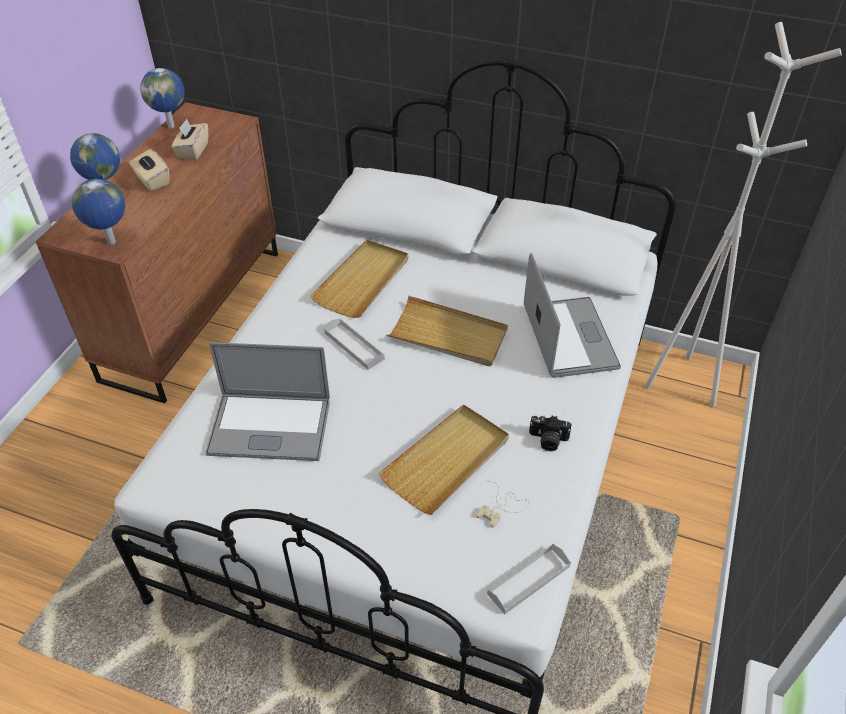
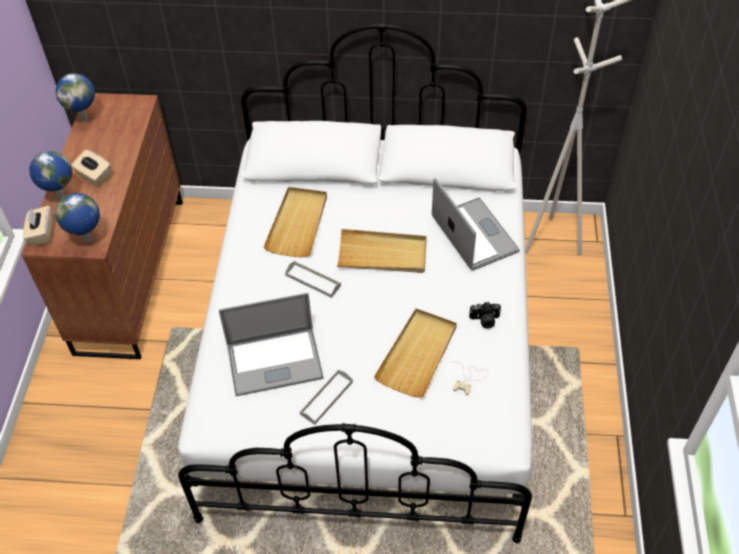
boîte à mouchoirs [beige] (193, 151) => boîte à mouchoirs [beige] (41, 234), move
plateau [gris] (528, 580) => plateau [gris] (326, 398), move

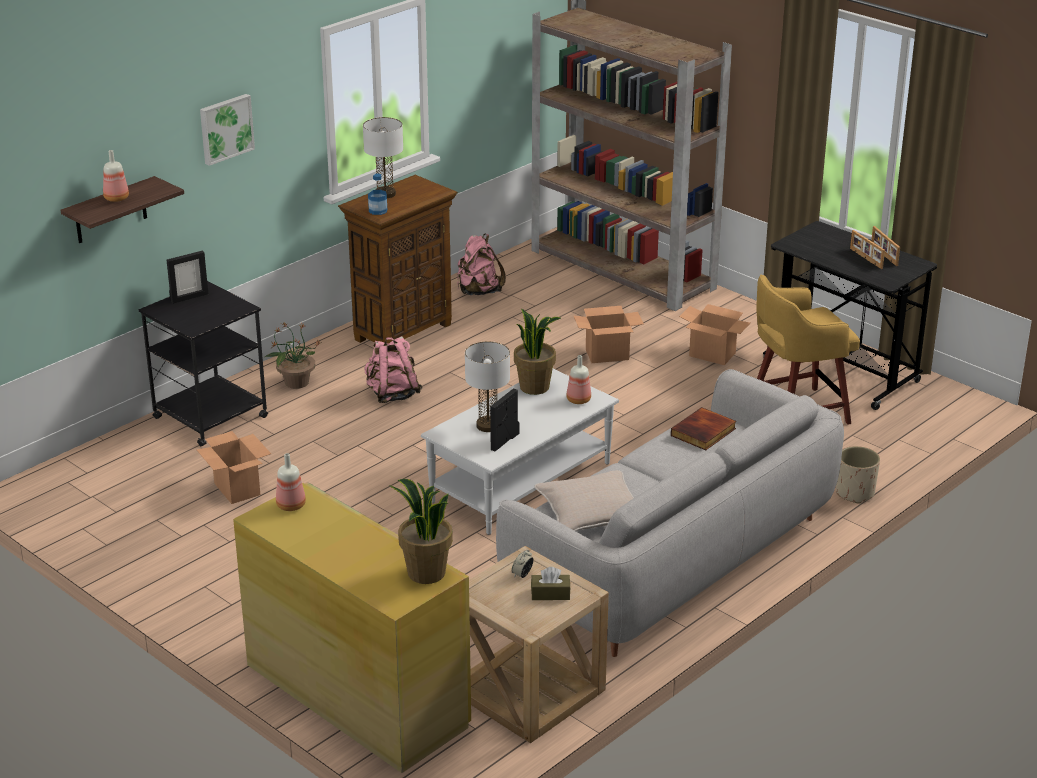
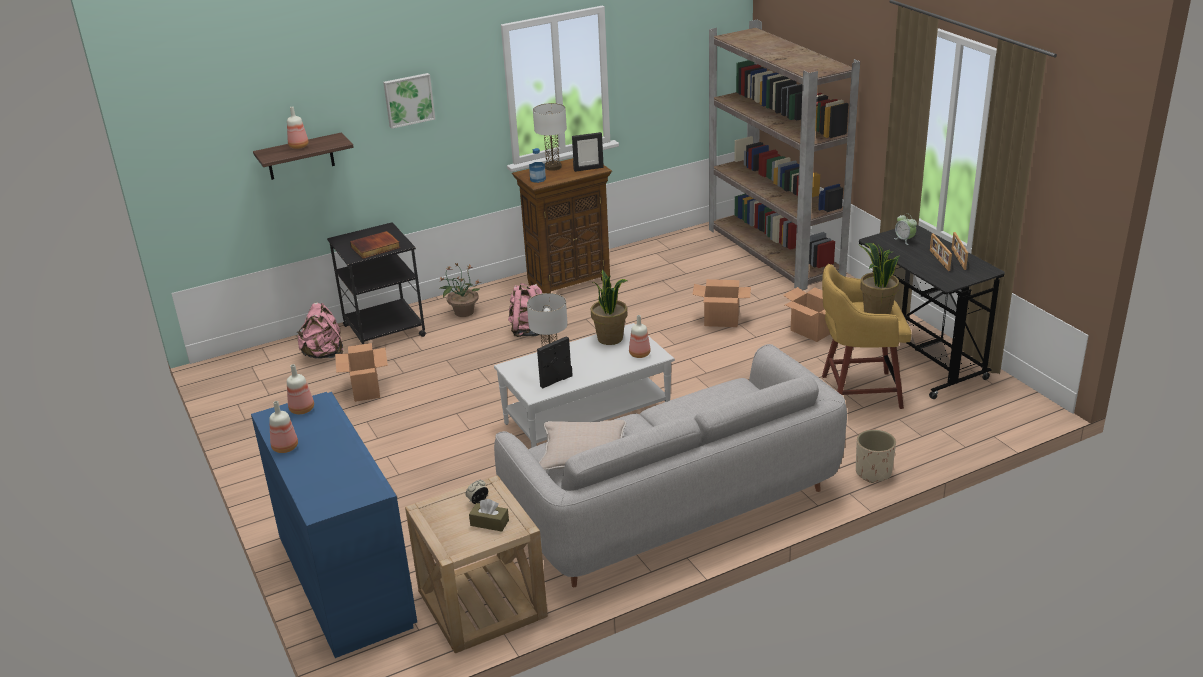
cadre photo (189, 297) => cadre photo (588, 168), move
meuble de rangement [jaune] (357, 693) => meuble de rangement [bleu] (345, 578)
plante en pot (425, 573) => plante en pot (876, 312), move
sac à dos [rose] (479, 291) => sac à dos [rose] (324, 354), move
livre (704, 432) => livre (375, 248), move
nothing => bouteille (284, 448)
nothing => réveil (904, 240)

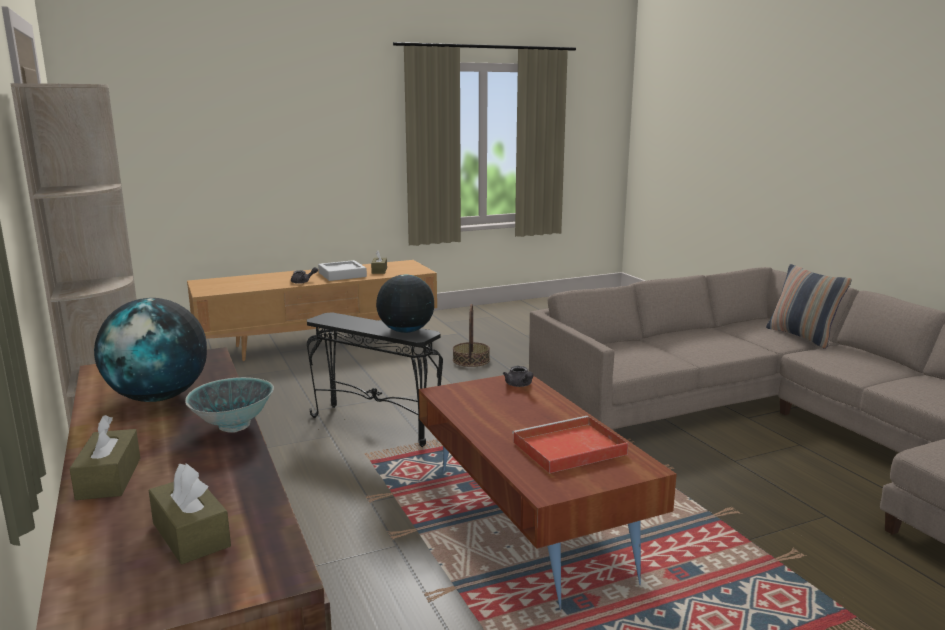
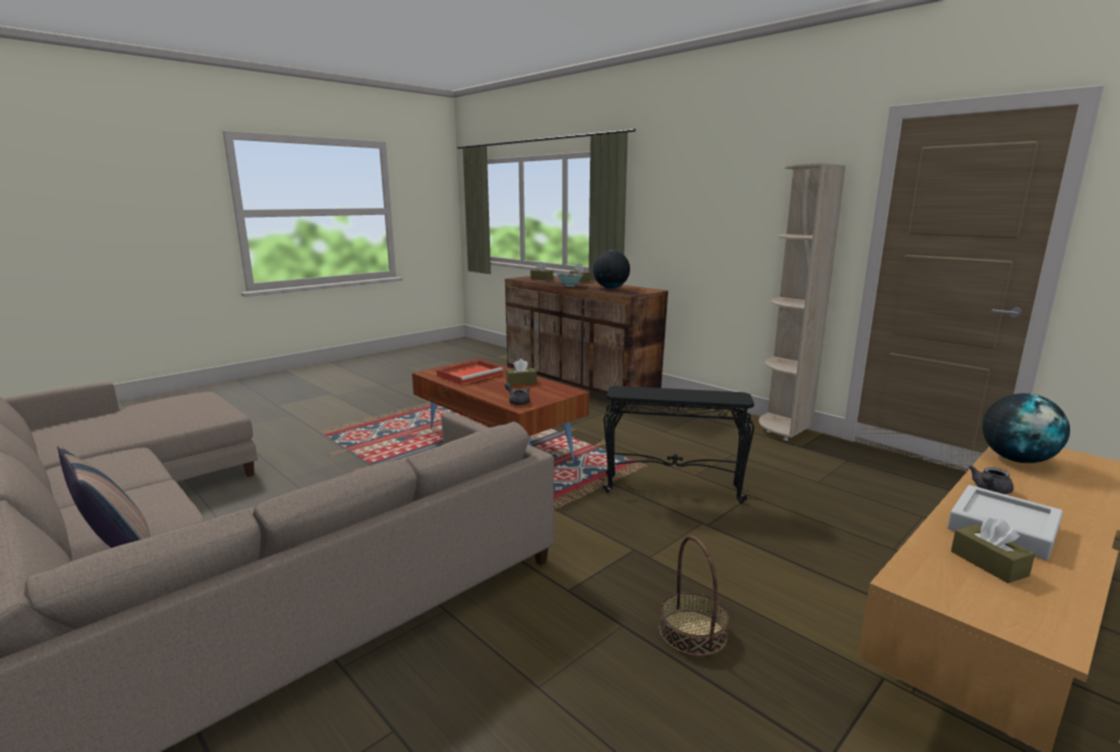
globe (405, 331) => globe (1017, 460), move
nothing => boîte à mouchoirs [marron] (521, 382)

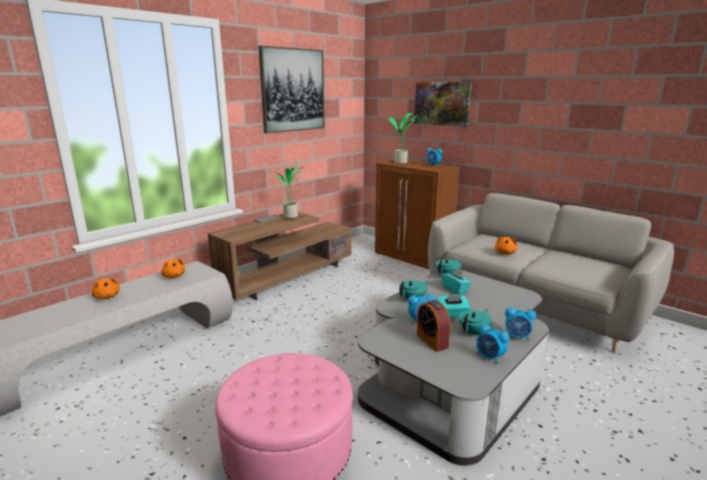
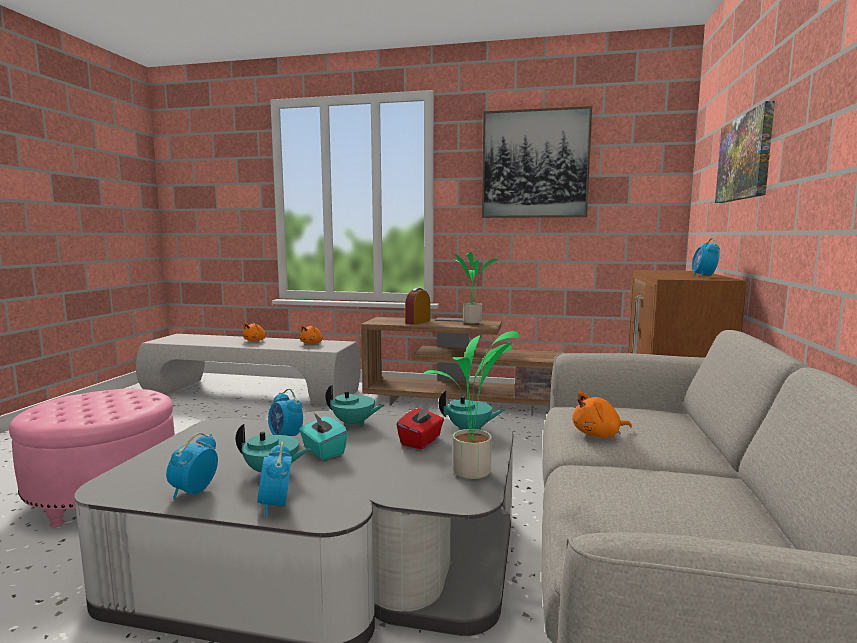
plante en pot (402, 163) => plante en pot (473, 472), move
réveil (432, 341) => réveil (417, 322), move
boîte à mouchoirs [turquoise] (455, 289) => boîte à mouchoirs [rouge] (421, 441)

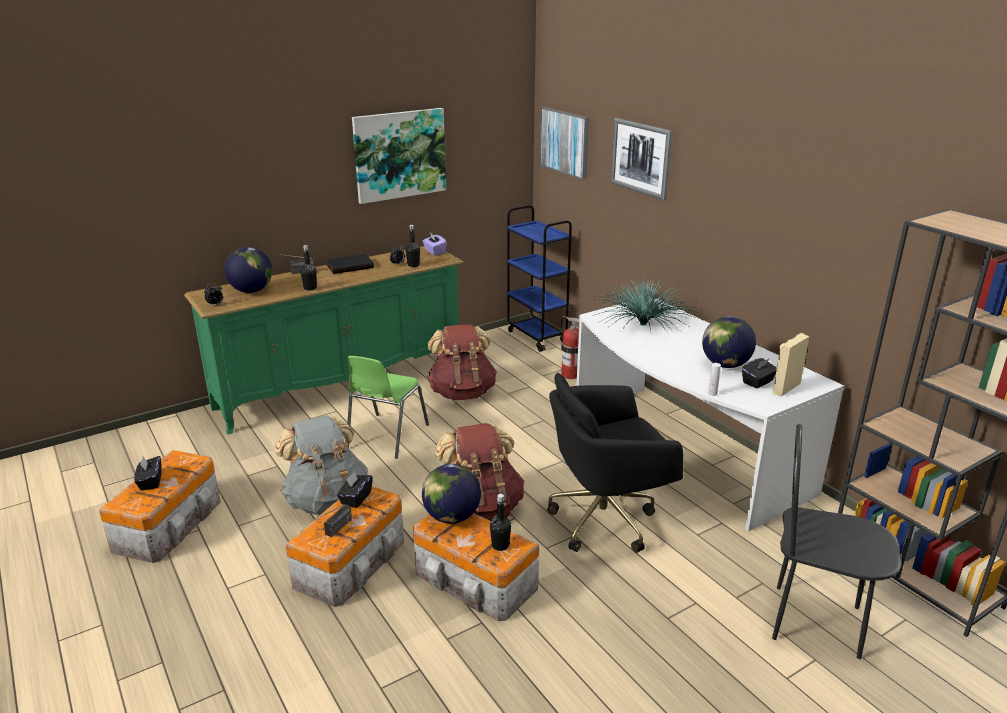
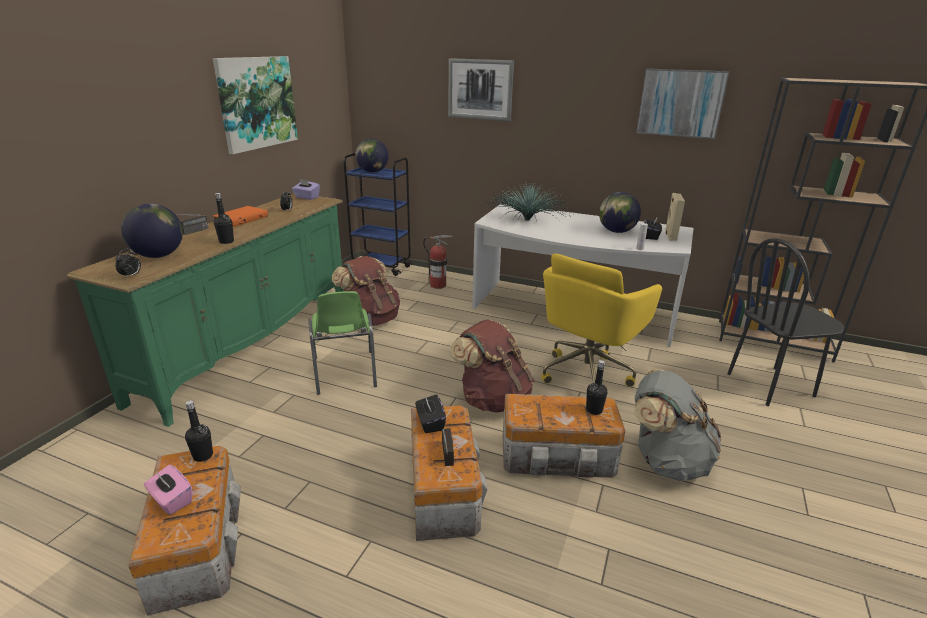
boîte à mouchoirs [noir] (150, 482) => boîte à mouchoirs [rose] (171, 500)
sac à dos [gris] (327, 500) => sac à dos [gris] (666, 461), move
livre [noir] (350, 266) => livre [orange] (240, 219)
bouteille [noir] (413, 265) => bouteille [noir] (203, 455), move
globe (451, 517) => globe (372, 172), move
tableau (565, 142) => tableau (680, 103), move
chaise de bureau [noir] (607, 521) => chaise de bureau [jaune] (587, 373)

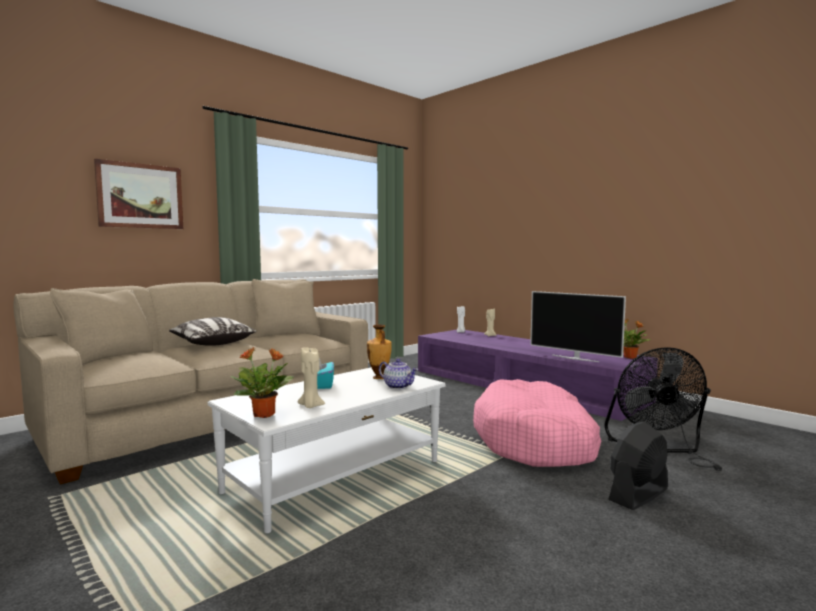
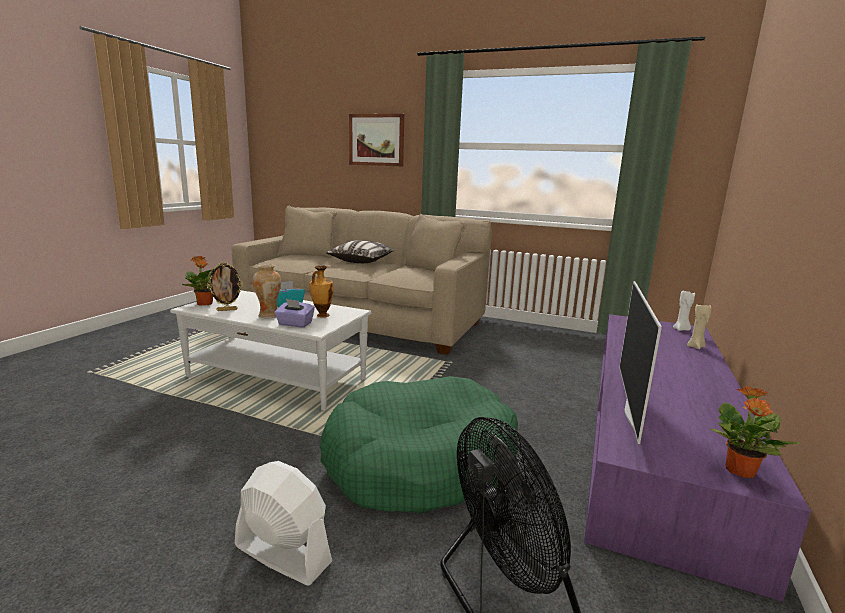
bougie [beige] (310, 406) => cadre photo (227, 310)
théière (398, 386) => boîte à mouchoirs [violet] (295, 324)
panier pour chien [rose] (535, 441) => panier pour chien [vert] (419, 462)
ventilateur [noir] (638, 494) => ventilateur [blanc] (282, 554)
nothing => vase (269, 315)

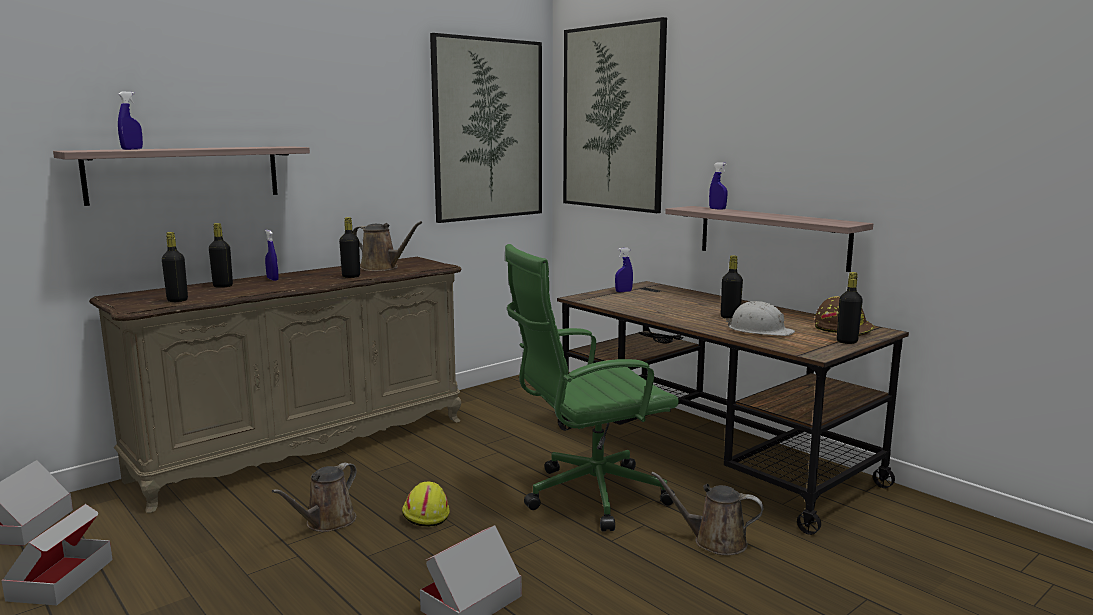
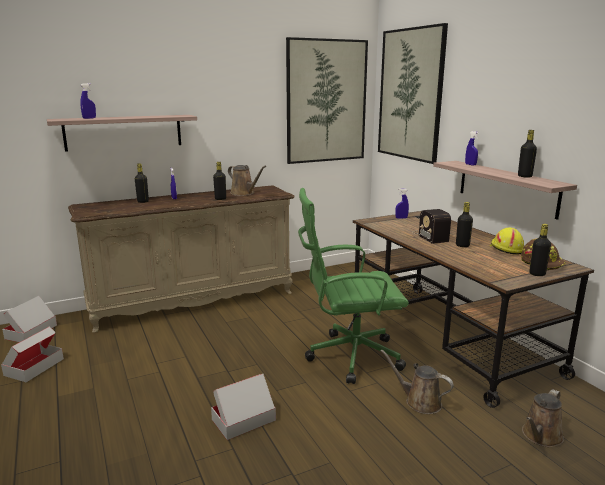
bouteille [noir] (177, 300) => bouteille [noir] (524, 176), move
arrosoir [marron] (327, 522) => arrosoir [marron] (540, 436), move
casque de chantier [jaune] (425, 514) => casque de chantier [jaune] (505, 249), move
casque de chantier [blanc] (759, 330) => nothing
nothing => radio (430, 235)

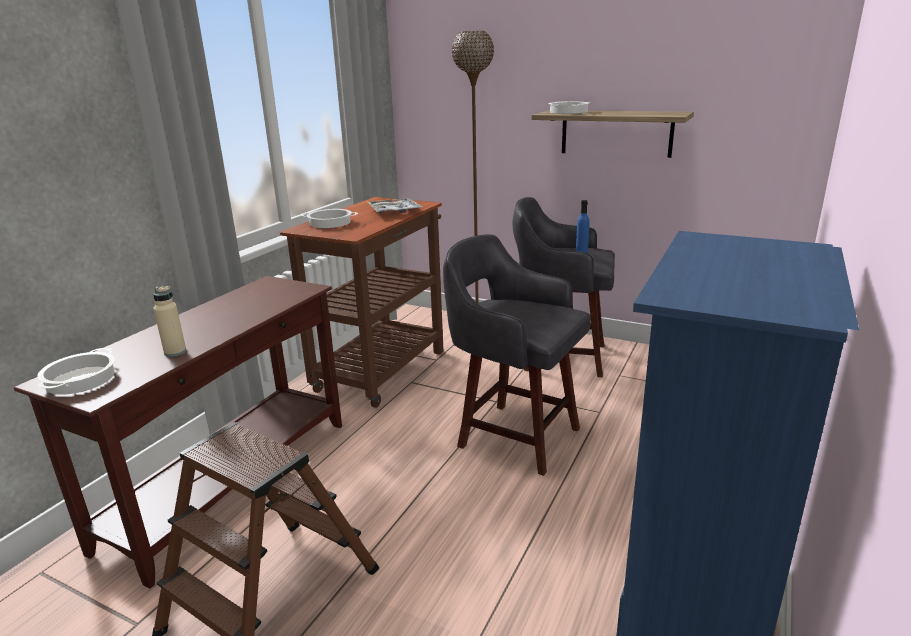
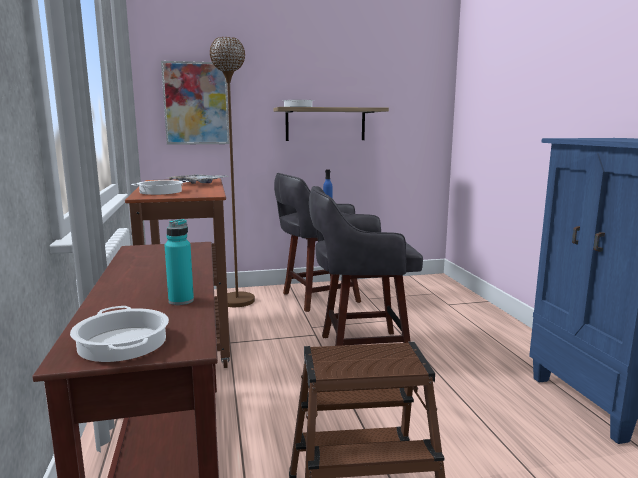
bouteille [beige] (175, 352) => bouteille [turquoise] (181, 301)
nothing => tableau (196, 103)

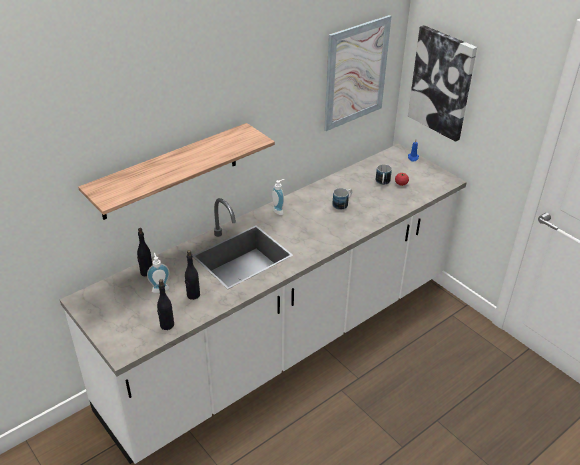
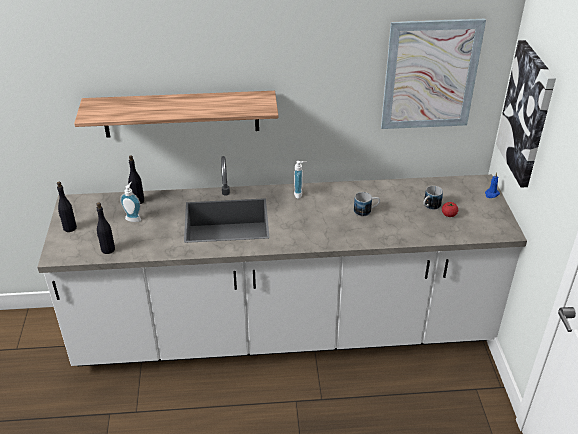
bouteille [noir] (193, 295) => bouteille [noir] (69, 228), move

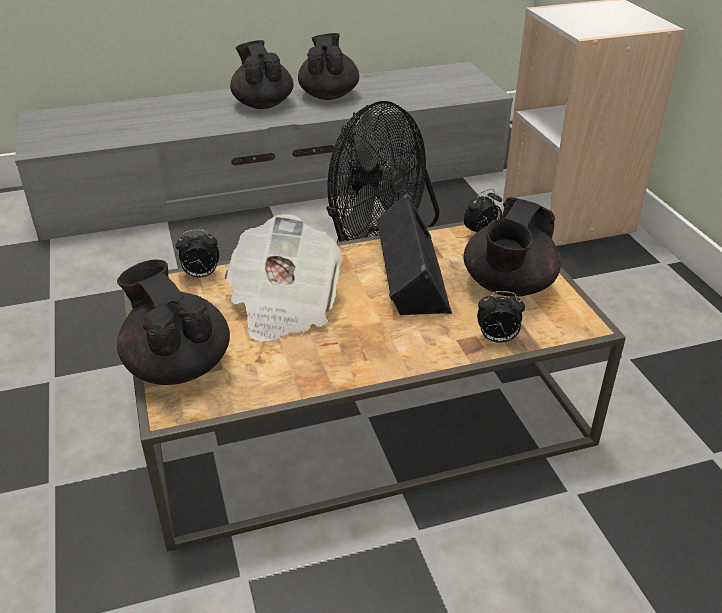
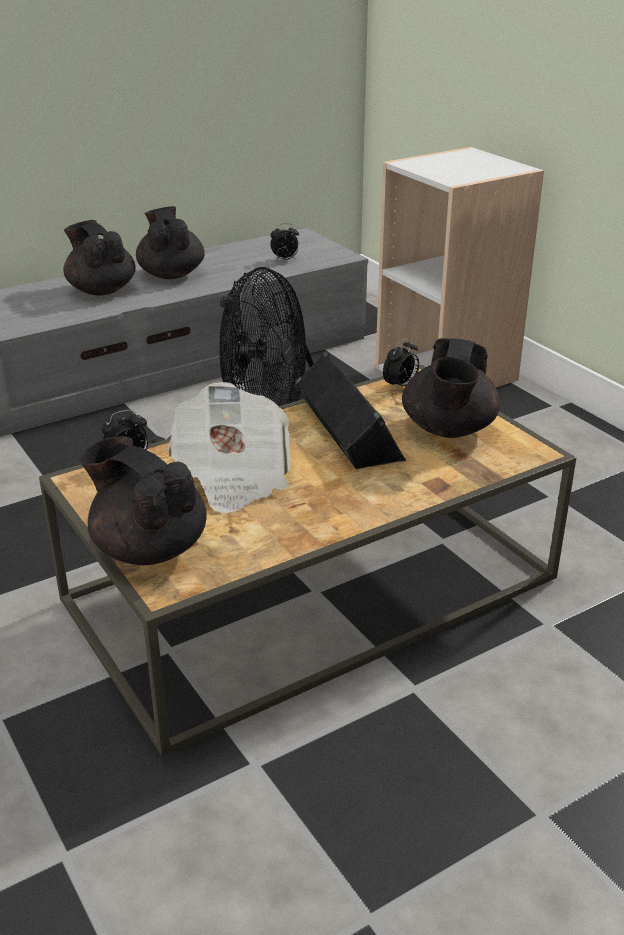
réveil (497, 339) => réveil (285, 260), move

